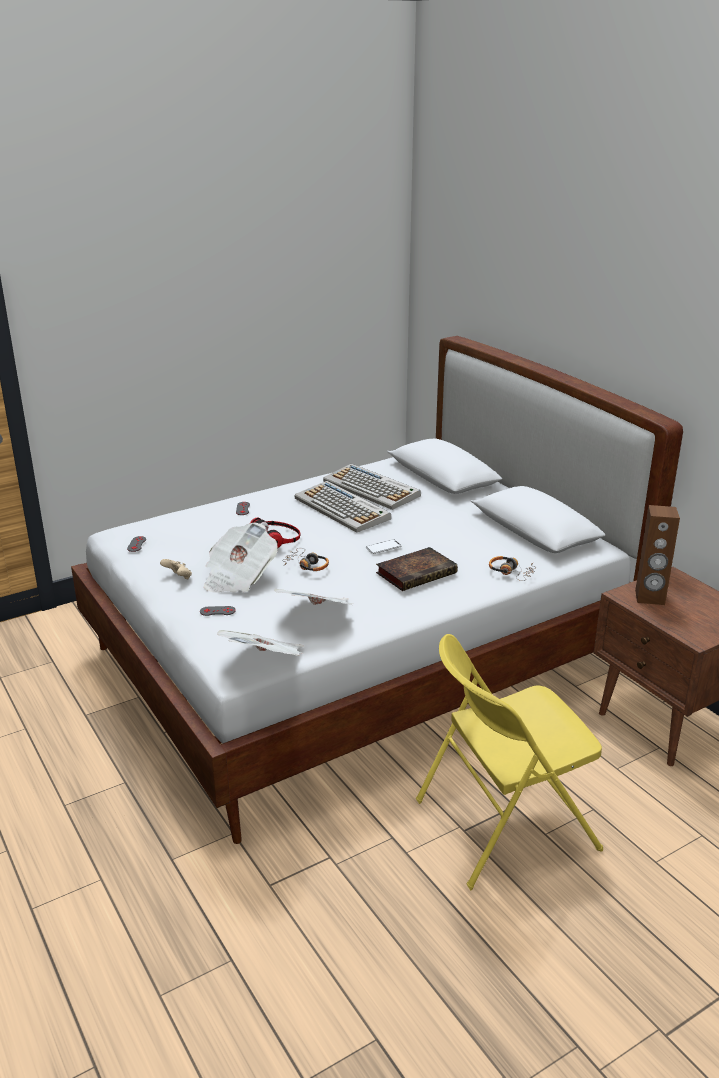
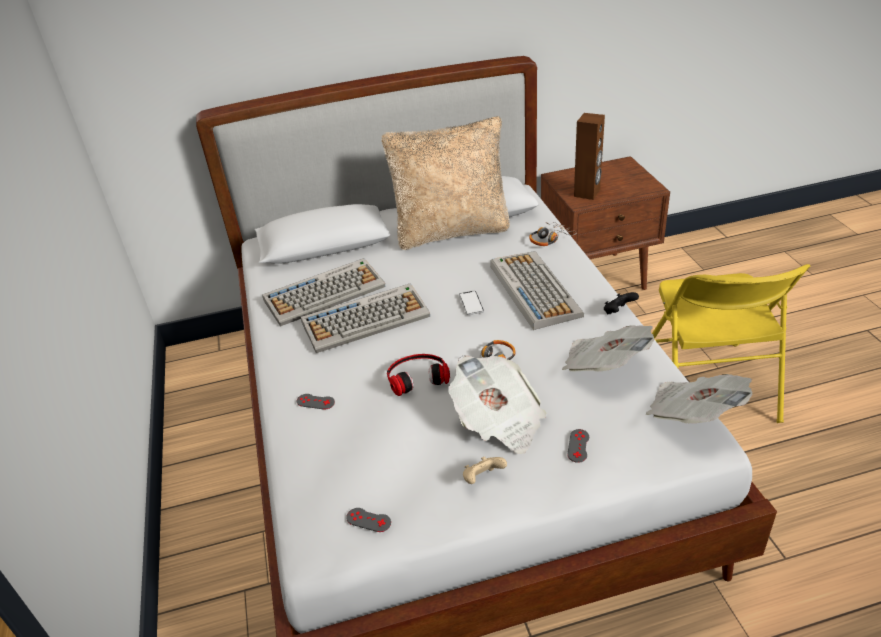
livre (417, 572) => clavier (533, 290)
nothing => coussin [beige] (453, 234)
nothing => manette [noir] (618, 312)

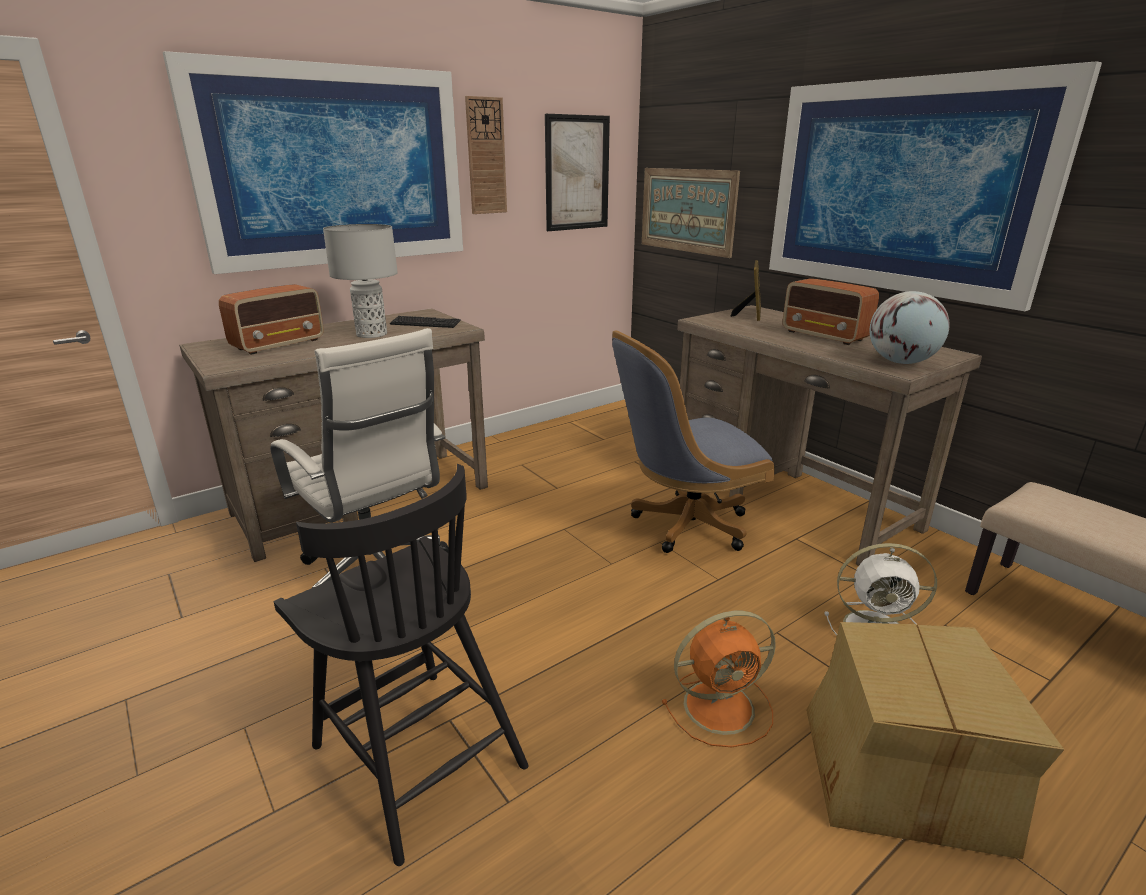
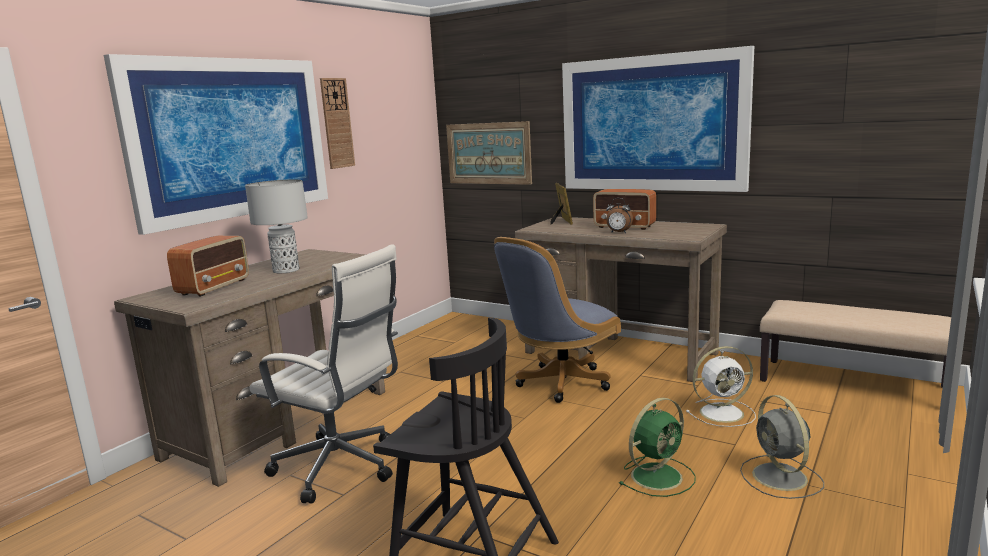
clavier (425, 323) => nothing
tableau (577, 173) => nothing
ventilateur [orange] (721, 706) => ventilateur [vert] (658, 475)
carton (901, 773) => ventilateur [gris] (781, 478)
globe (901, 362) => nothing
nothing => réveil (618, 232)

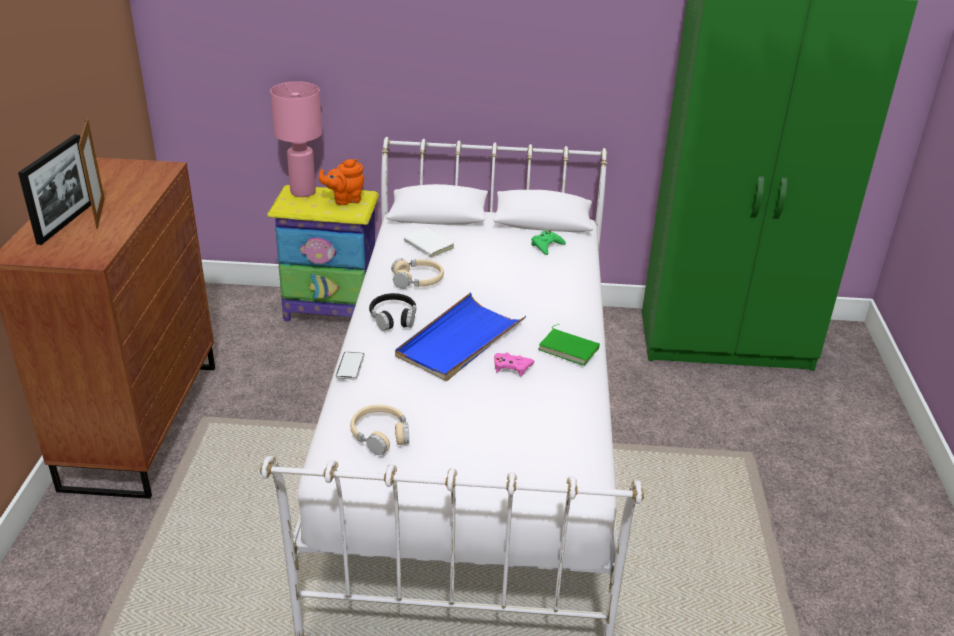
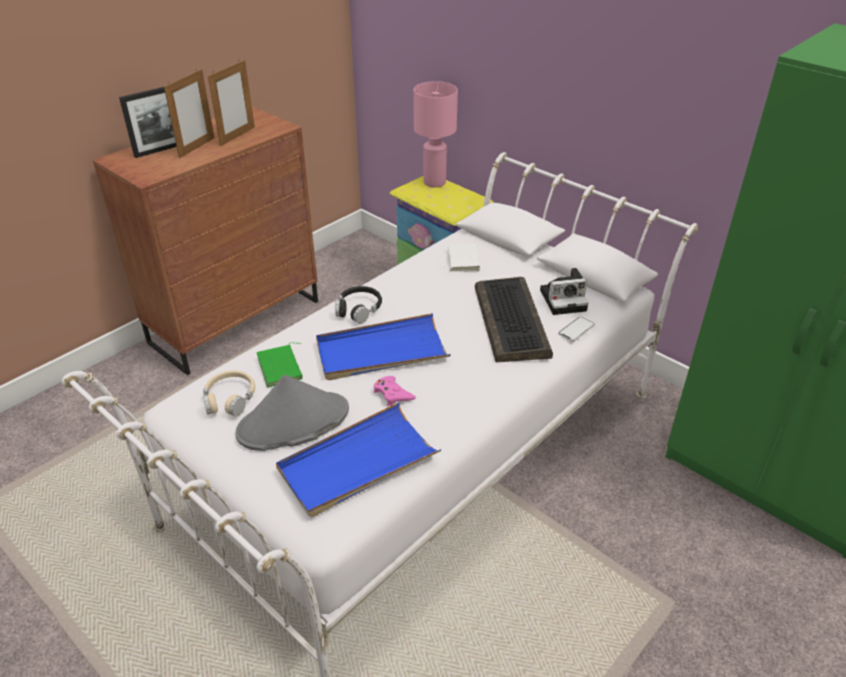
théière [orange] (345, 200) => nothing
téléphone (350, 366) => téléphone (576, 329), move
casque audio [beige] (418, 280) => nothing
manette [vert] (546, 246) => appareil photo (564, 299)
livre [vert] (569, 348) => livre [vert] (281, 368), move
nothing => cadre photo (237, 136)
nothing => chapeau [gris] (293, 422)
nothing => plateau [bleu] (357, 463)
nothing => clavier (512, 322)

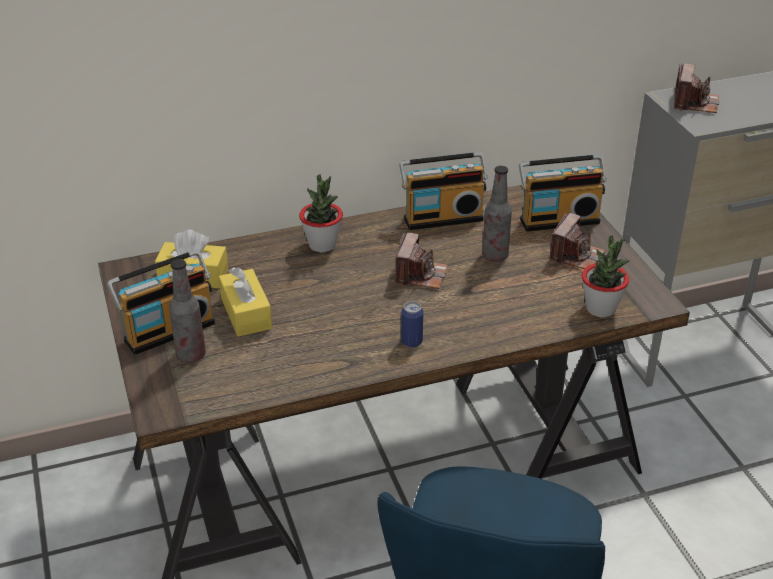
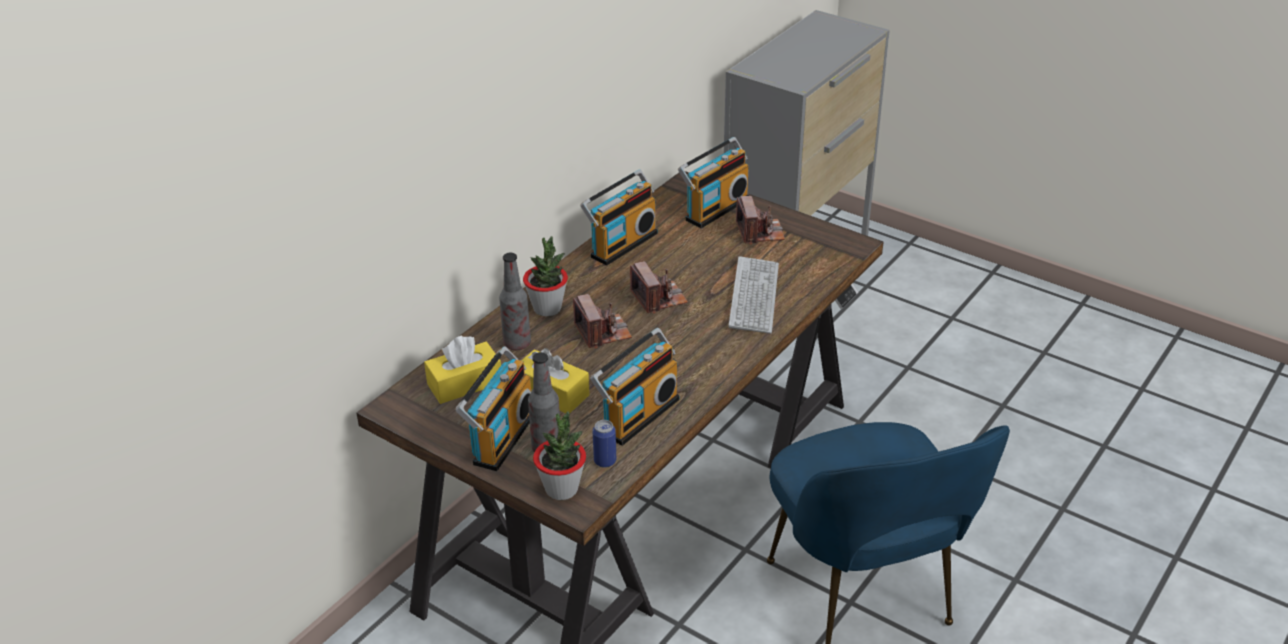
boîte métallique (411, 342) => boîte métallique (605, 461), move
bouteille (495, 256) => bouteille (517, 344), move
plante en pot (600, 309) => plante en pot (562, 489), move
appareil photo (694, 103) => appareil photo (602, 332), move
nothing => radio (637, 415)
nothing => clavier (754, 296)

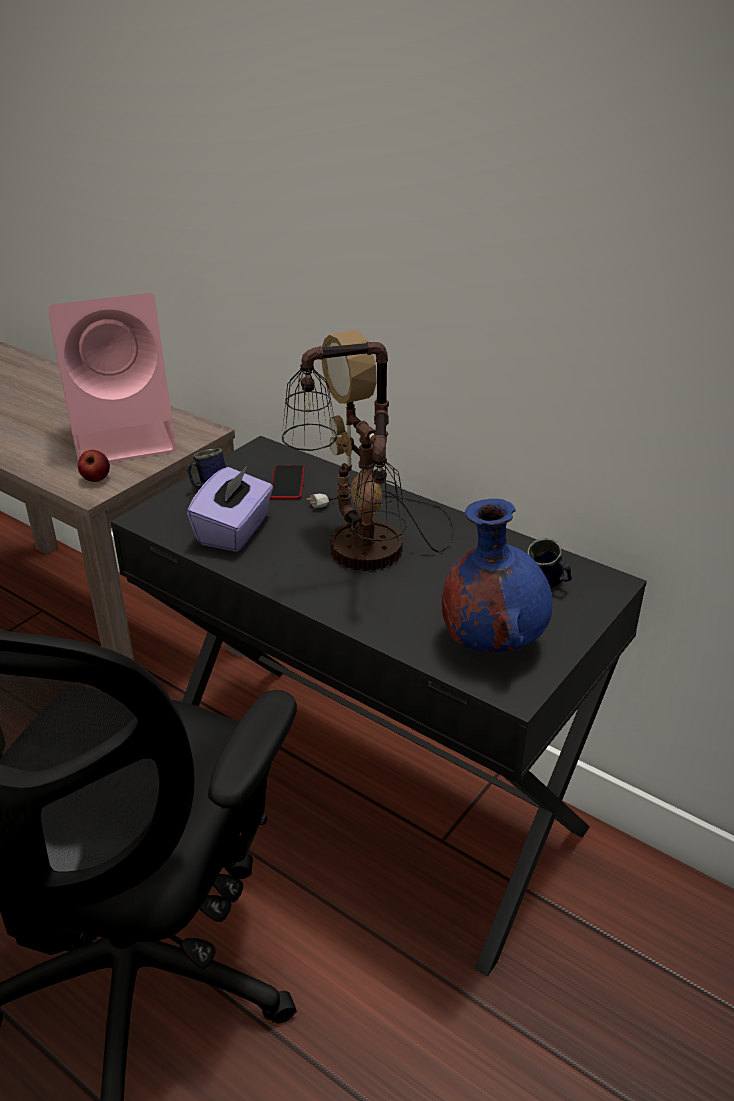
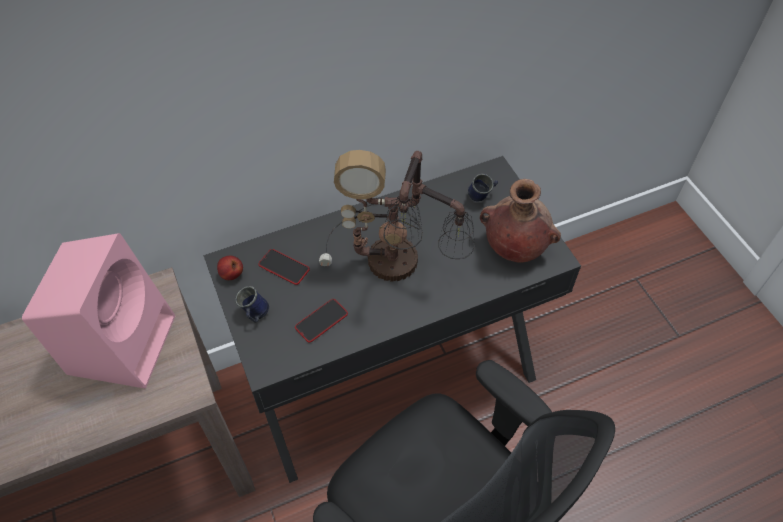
pomme (96, 479) => pomme (231, 274), move
boîte à mouchoirs [violet] (234, 531) => téléphone (321, 321)
vase [bleu] (491, 642) => vase [marron] (514, 247)

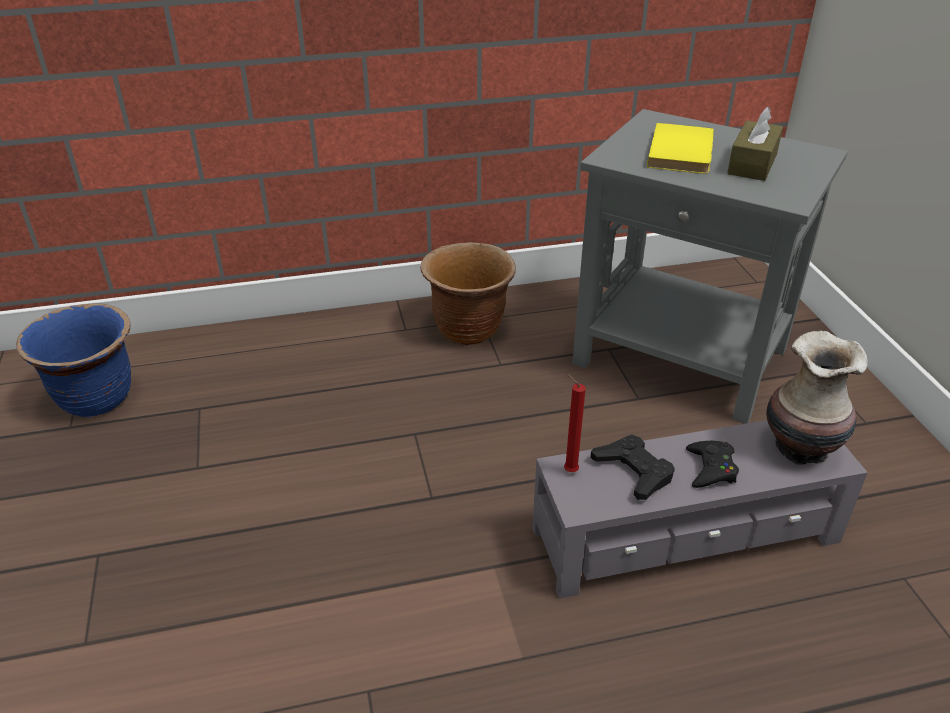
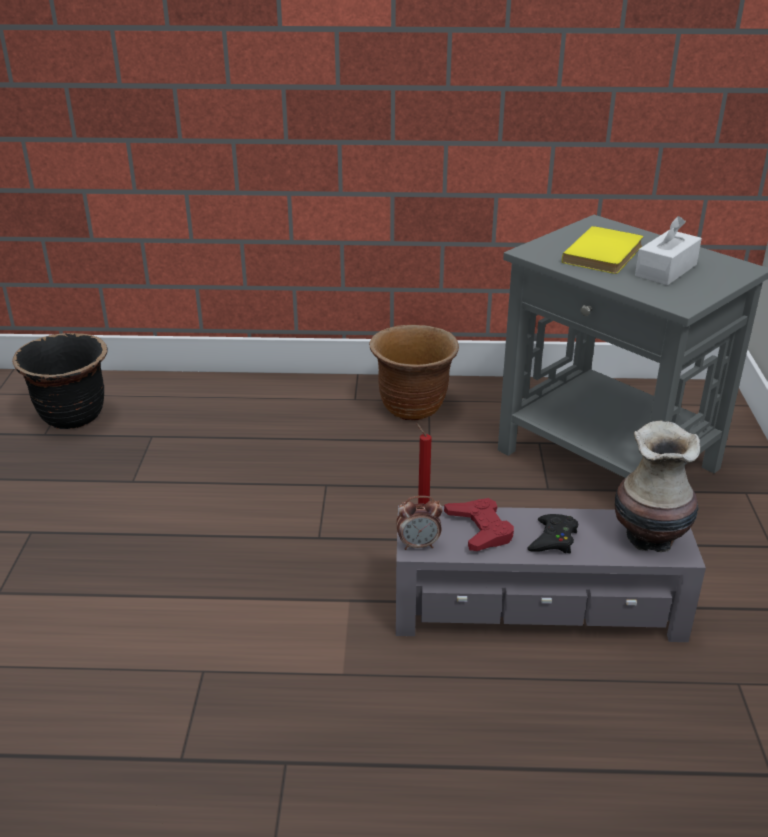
cache-pot [bleu] (97, 399) => cache-pot [noir] (73, 416)
manette [noir] (633, 471) => manette [rouge] (480, 529)
boîte à mouchoirs [marron] (752, 164) => boîte à mouchoirs [blanc] (666, 270)
nothing => réveil (418, 545)

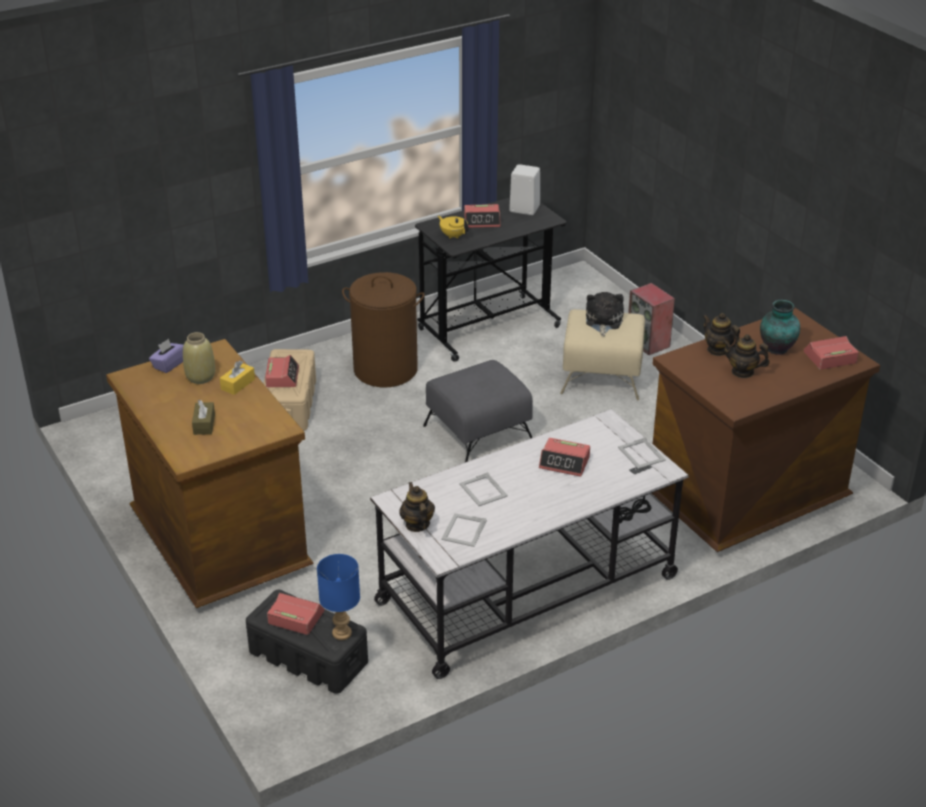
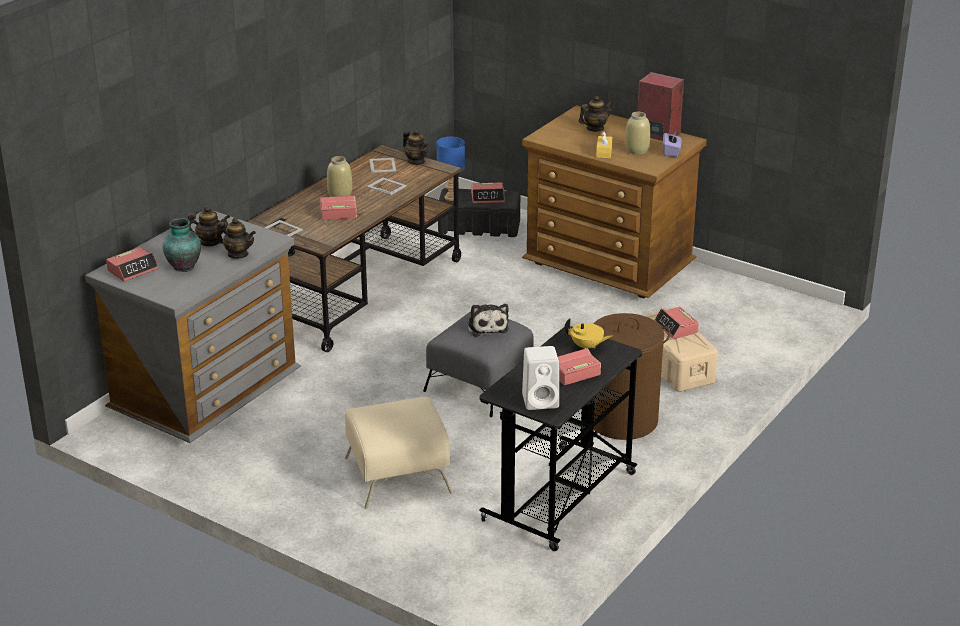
boîte à mouchoirs [marron] (204, 424) => théière (595, 128)
bureau [blanc] (528, 590) => bureau [marron] (358, 291)
peluche (603, 321) => peluche (487, 326), move
enceinte (649, 343) => enceinte (657, 133), move
commode [marron] (745, 498) => commode [gris] (206, 393)
nothing => vase [beige] (339, 194)

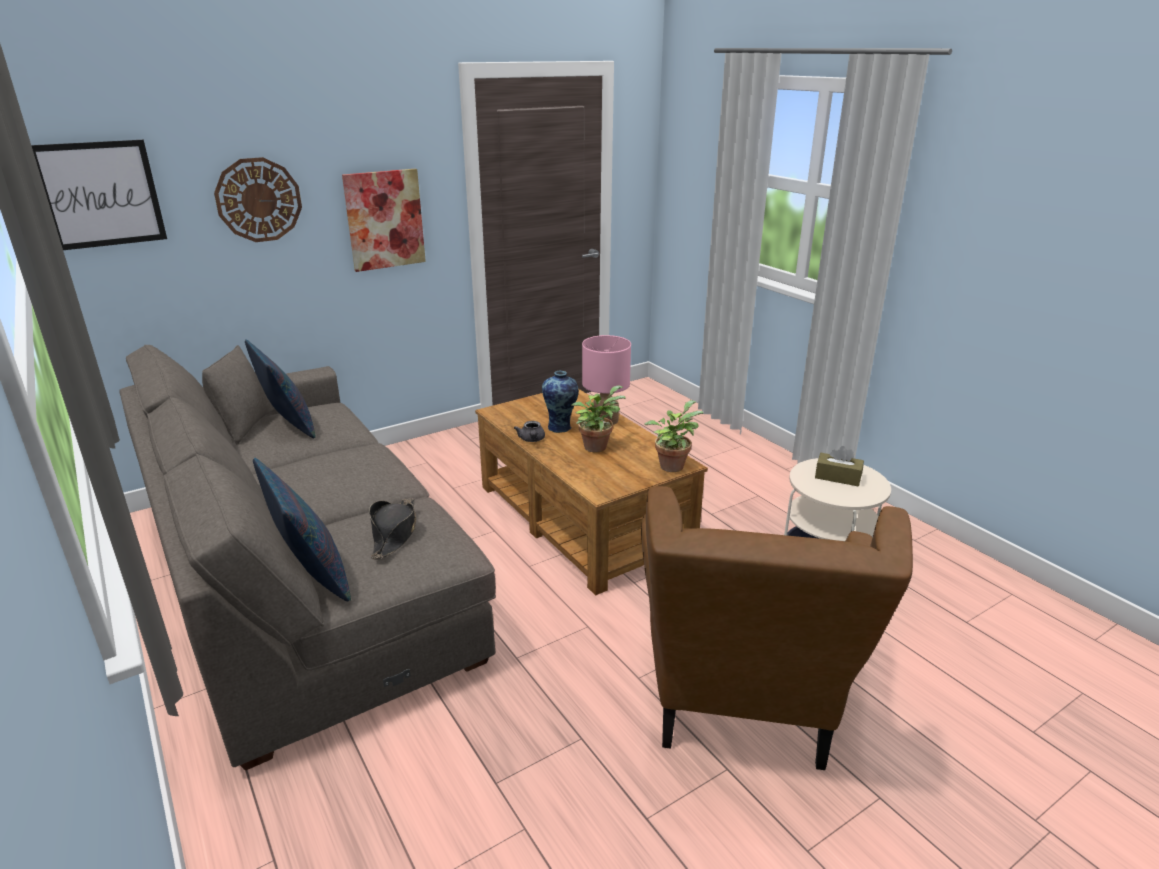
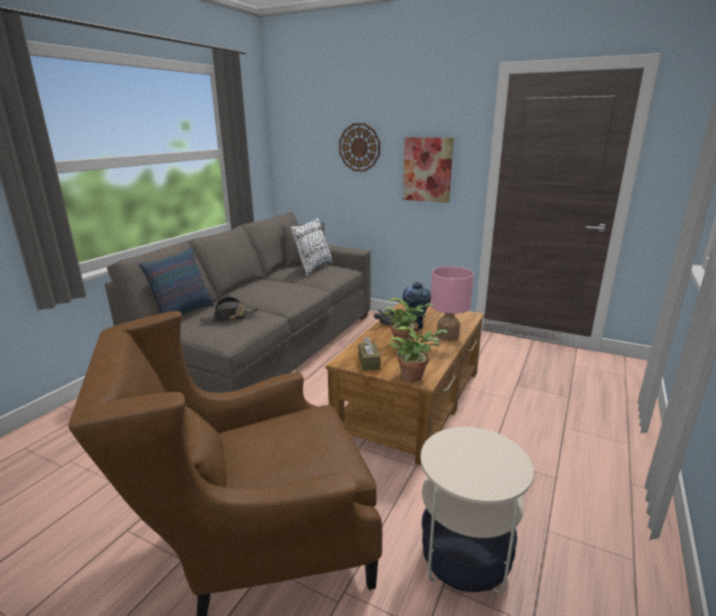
tableau (100, 194) => nothing
coussin [bleu] (288, 425) => coussin [blanc] (314, 268)
boîte à mouchoirs [marron] (837, 477) => boîte à mouchoirs [marron] (369, 362), move

